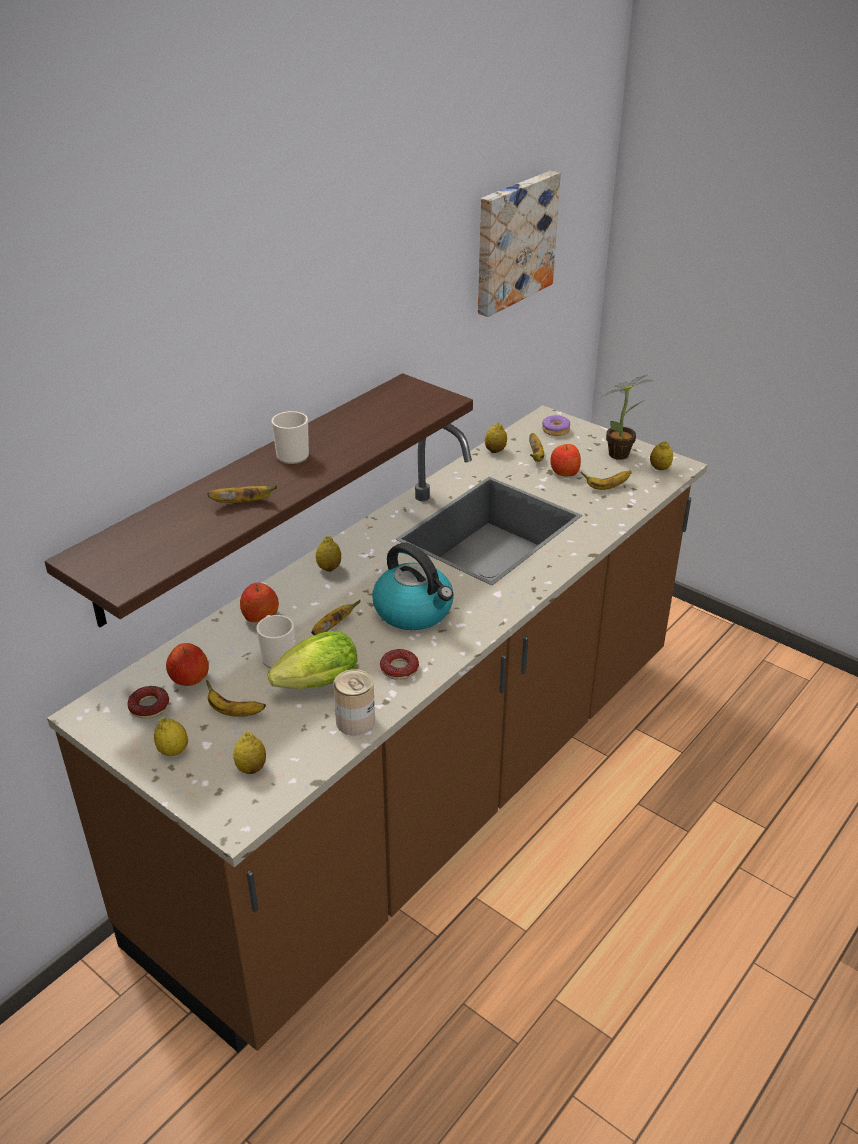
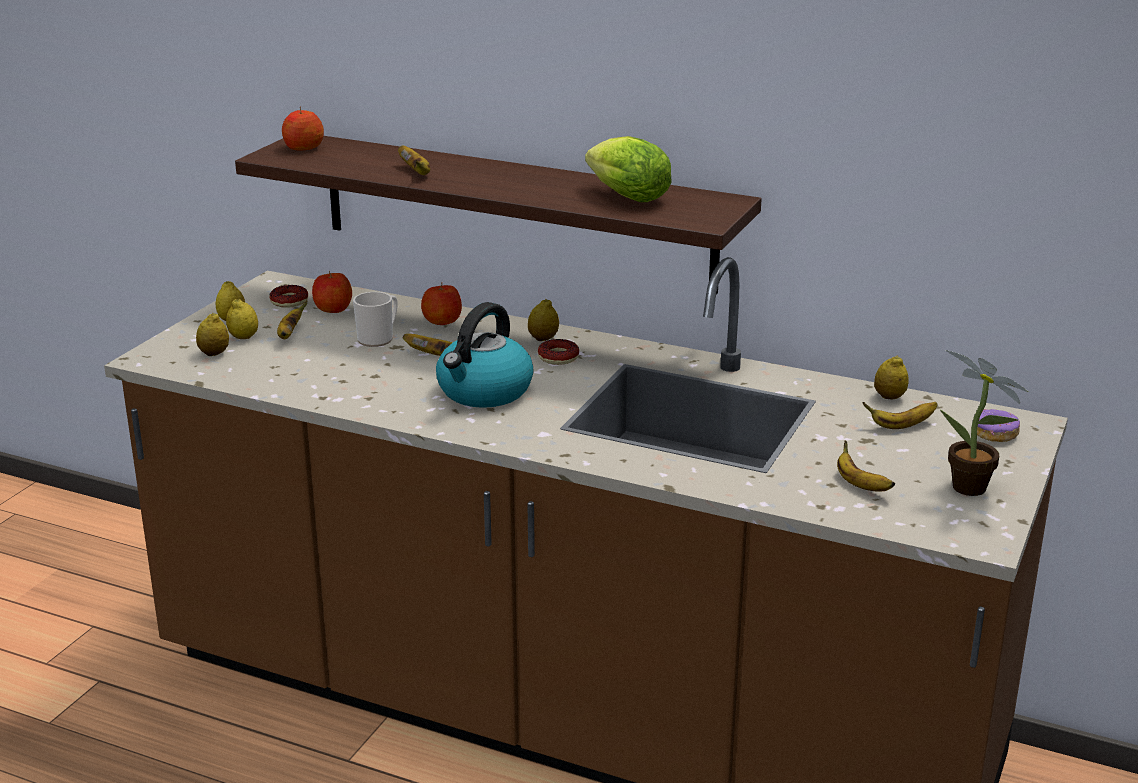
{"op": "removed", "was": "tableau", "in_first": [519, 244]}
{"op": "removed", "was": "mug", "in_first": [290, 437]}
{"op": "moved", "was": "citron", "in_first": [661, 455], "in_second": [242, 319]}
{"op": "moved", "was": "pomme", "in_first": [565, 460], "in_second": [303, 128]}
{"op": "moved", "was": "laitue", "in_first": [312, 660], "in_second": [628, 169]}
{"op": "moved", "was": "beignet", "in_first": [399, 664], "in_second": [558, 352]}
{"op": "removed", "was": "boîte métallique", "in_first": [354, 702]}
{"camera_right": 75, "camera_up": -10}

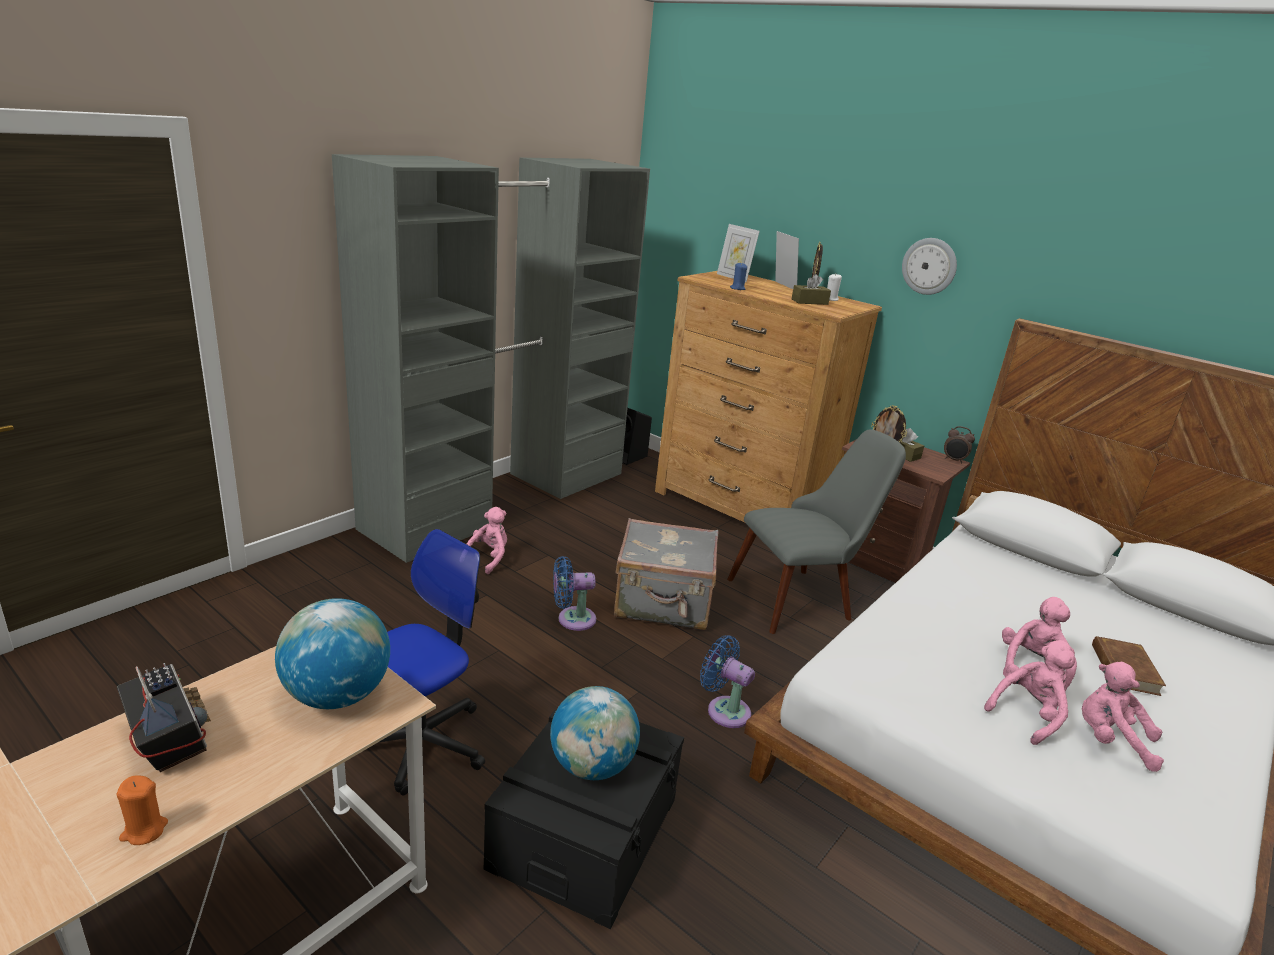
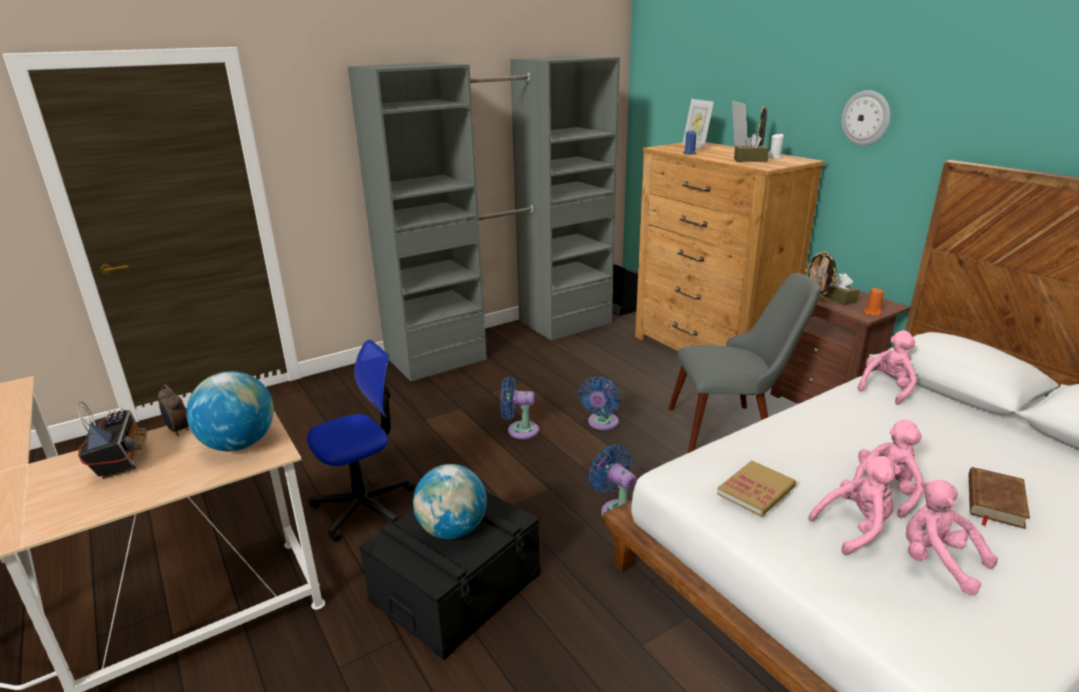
{"op": "moved", "was": "réveil", "in_first": [959, 444], "in_second": [173, 410]}
{"op": "moved", "was": "peluche/rose", "in_first": [487, 540], "in_second": [887, 367]}
{"op": "replaced", "was": "valise/gris", "now": "ventilateur/bleu", "in_first": [666, 574], "in_second": [599, 403]}
{"op": "moved", "was": "bougie/orange", "in_first": [142, 810], "in_second": [874, 302]}
{"op": "added", "now": "livre", "in_second": [756, 489]}
{"camera_right": 20, "camera_up": 0}

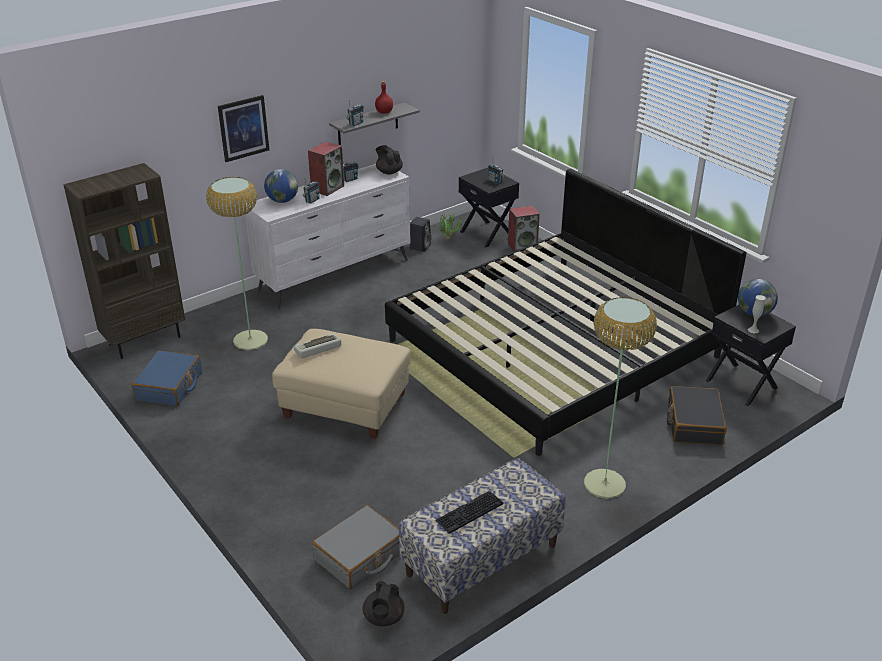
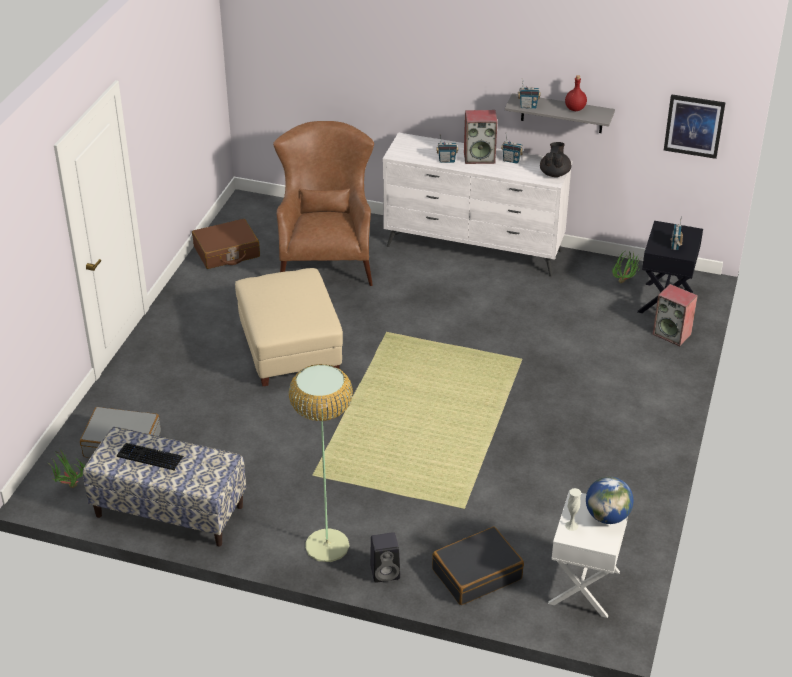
{"op": "moved", "was": "tableau", "in_first": [243, 128], "in_second": [695, 126]}
{"op": "removed", "was": "bibliothèque/marron", "in_first": [124, 261]}
{"op": "removed", "was": "globe", "in_first": [281, 186]}
{"op": "removed", "was": "lit", "in_first": [565, 312]}
{"op": "replaced", "was": "lampadaire", "now": "fauteuil/marron", "in_first": [237, 263], "in_second": [323, 203]}
{"op": "moved", "was": "enceinte/noir", "in_first": [420, 234], "in_second": [385, 557]}
{"op": "recoloured", "was": "table de chevet/noir", "now": "table de chevet/blanc", "in_first": [751, 355], "in_second": [588, 554]}
{"op": "removed", "was": "clavier", "in_first": [317, 346]}
{"op": "recoloured", "was": "valise/bleu", "now": "valise/marron", "in_first": [167, 378], "in_second": [226, 244]}
{"op": "replaced", "was": "théière/noir", "now": "plante en pot", "in_first": [383, 603], "in_second": [66, 469]}
{"camera_right": 55, "camera_up": 5}

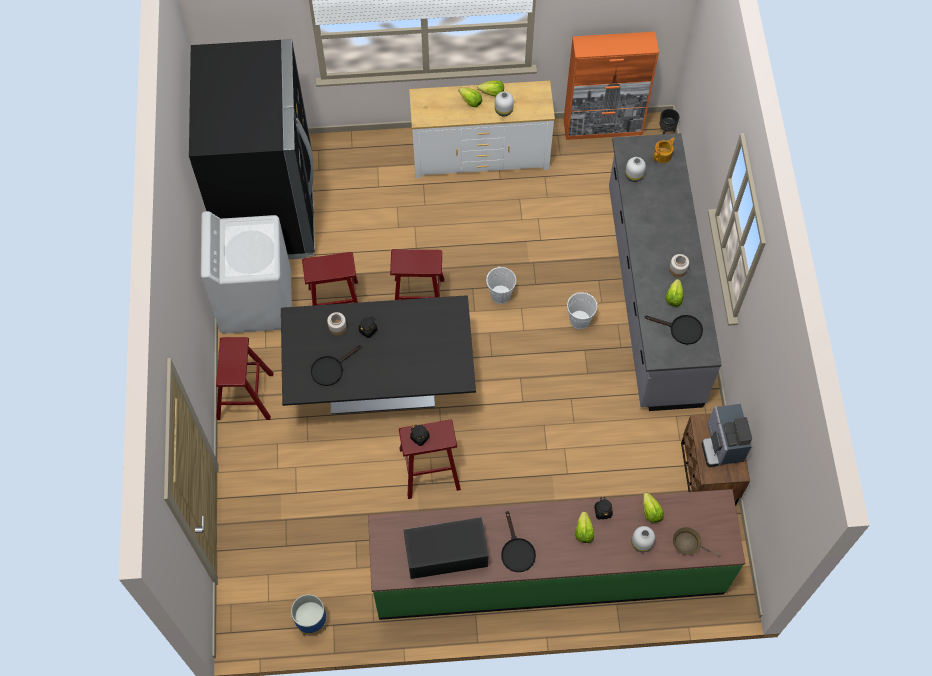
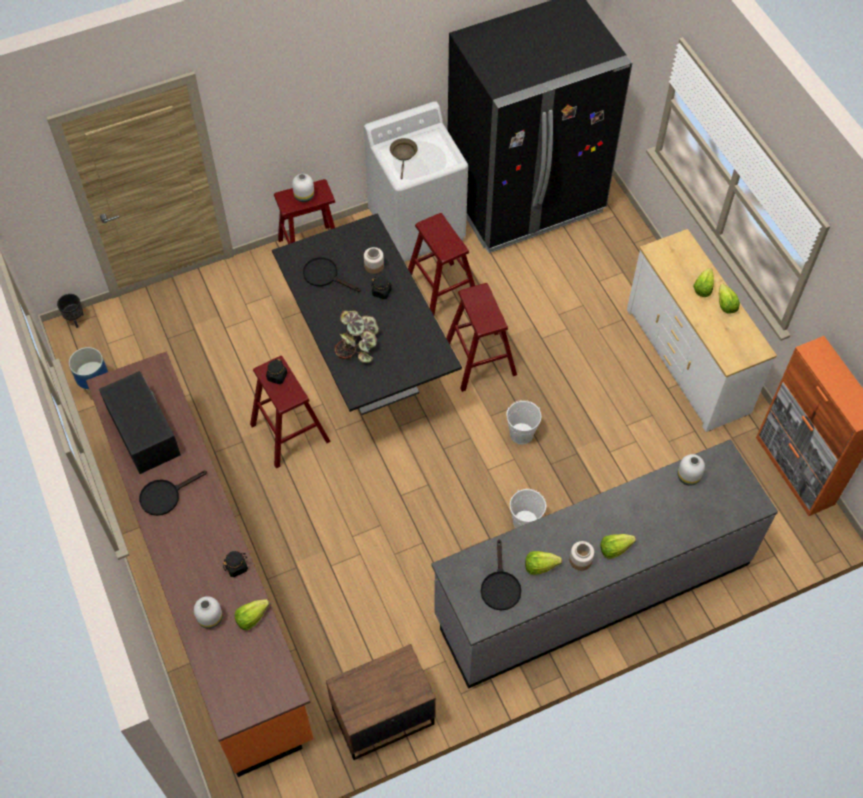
{"op": "moved", "was": "vase/blanc", "in_first": [504, 103], "in_second": [303, 188]}
{"op": "moved", "was": "cache-pot/noir", "in_first": [670, 121], "in_second": [70, 311]}
{"op": "removed", "was": "théière", "in_first": [664, 150]}
{"op": "removed", "was": "machine à café", "in_first": [727, 435]}
{"op": "recoloured", "was": "comptoir de cuisine/vert", "now": "comptoir de cuisine/orange", "in_first": [556, 554], "in_second": [200, 564]}
{"op": "moved", "was": "laitue", "in_first": [584, 527], "in_second": [618, 546]}
{"op": "moved", "was": "poêle/marron", "in_first": [697, 542], "in_second": [404, 158]}
{"op": "added", "now": "plante en pot", "in_second": [357, 336]}
{"camera_right": 70, "camera_up": -5}

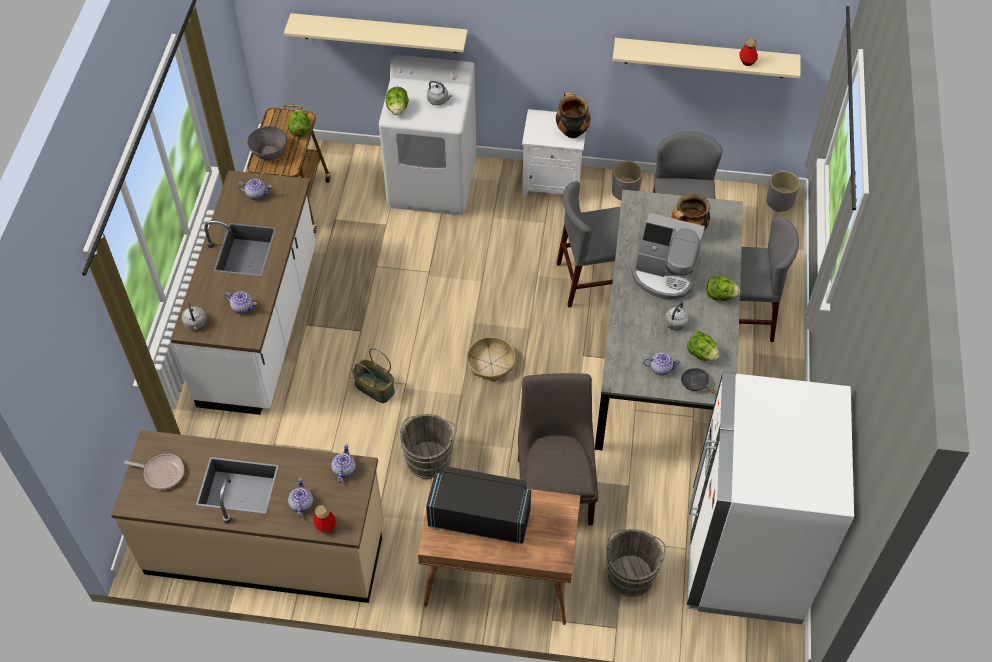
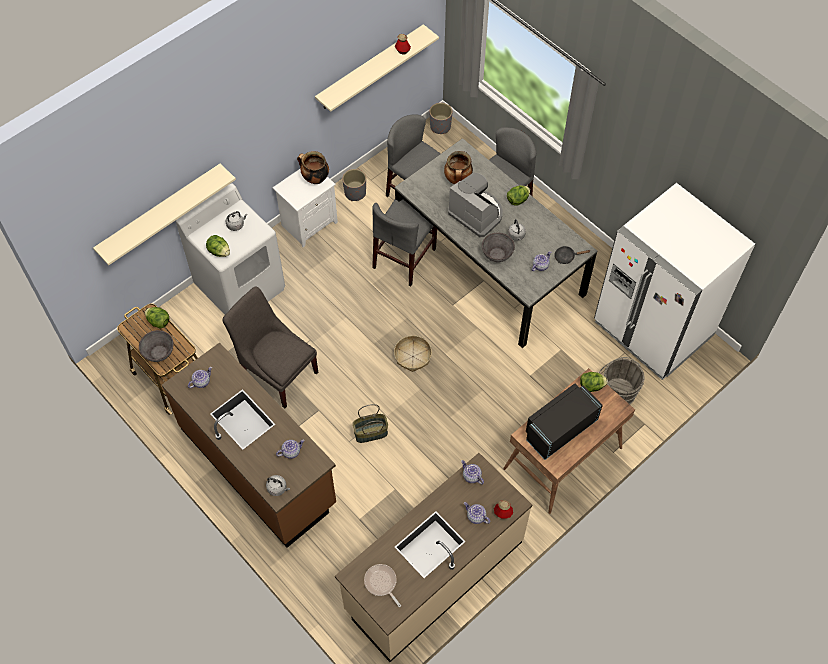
{"op": "recoloured", "was": "comptoir de cuisine/blanc", "now": "comptoir de cuisine/marron", "in_first": [243, 292], "in_second": [249, 445]}
{"op": "turned", "was": "machine à café", "in_first": [668, 256], "in_second": [475, 205], "clockwise": -105}
{"op": "moved", "was": "laitue", "in_first": [703, 346], "in_second": [594, 382]}
{"op": "moved", "was": "chaise/gris", "in_first": [558, 449], "in_second": [270, 347]}
{"op": "removed", "was": "seau/gris", "in_first": [428, 446]}
{"op": "turned", "was": "poêle", "in_first": [154, 471], "in_second": [382, 585], "clockwise": -90}
{"op": "added", "now": "bol/gris", "in_second": [498, 247]}
{"camera_right": -50, "camera_up": 5}

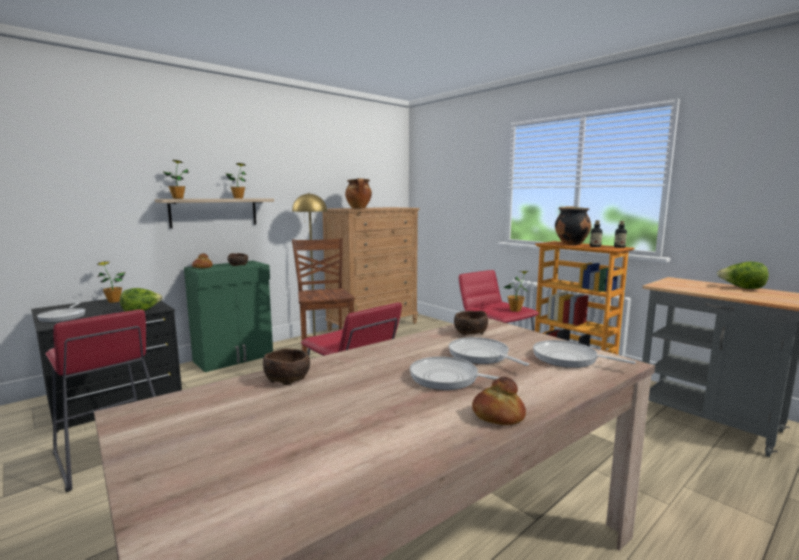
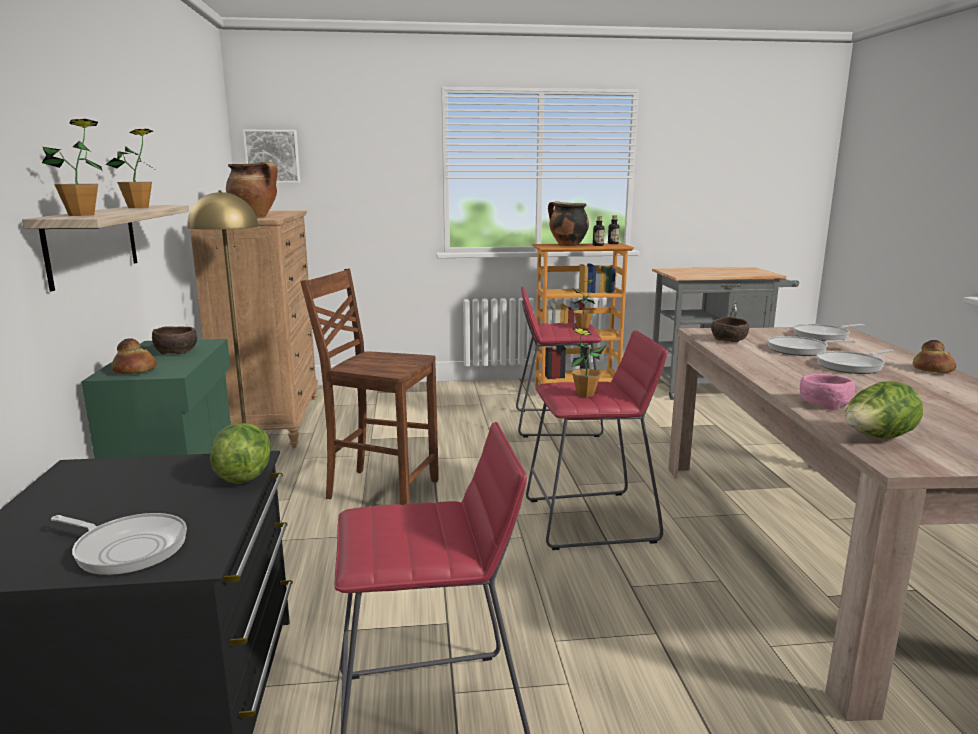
{"op": "moved", "was": "plante en pot", "in_first": [111, 282], "in_second": [589, 362]}
{"op": "moved", "was": "laitue", "in_first": [743, 275], "in_second": [884, 410]}
{"op": "recoloured", "was": "bol/marron", "now": "bol/rose", "in_first": [286, 366], "in_second": [827, 392]}
{"op": "added", "now": "tableau", "in_second": [271, 156]}
{"camera_right": -55, "camera_up": 5}

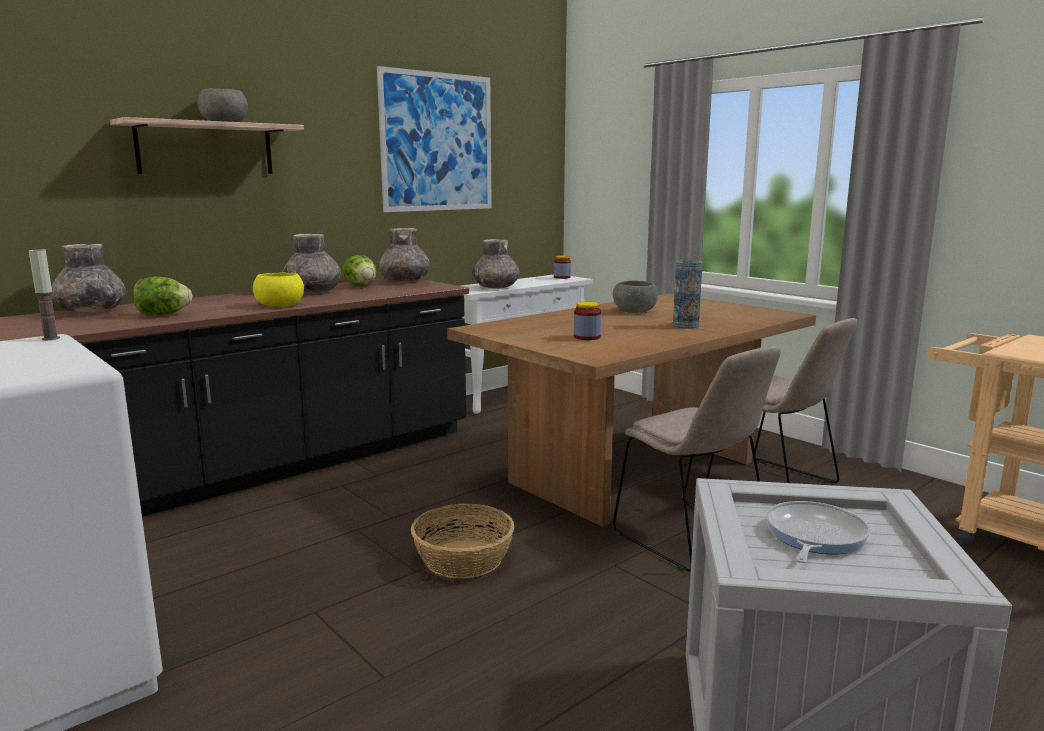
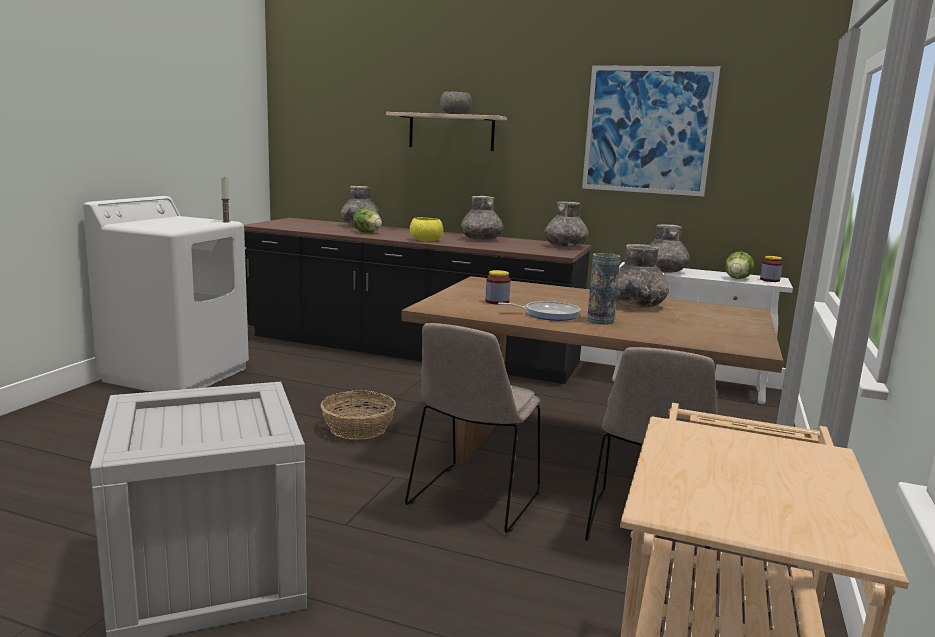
{"op": "moved", "was": "laitue", "in_first": [359, 270], "in_second": [739, 265]}
{"op": "replaced", "was": "bol/gris", "now": "vase/gris", "in_first": [635, 297], "in_second": [642, 276]}
{"op": "moved", "was": "poêle", "in_first": [818, 532], "in_second": [539, 311]}
{"camera_right": 60, "camera_up": 0}

